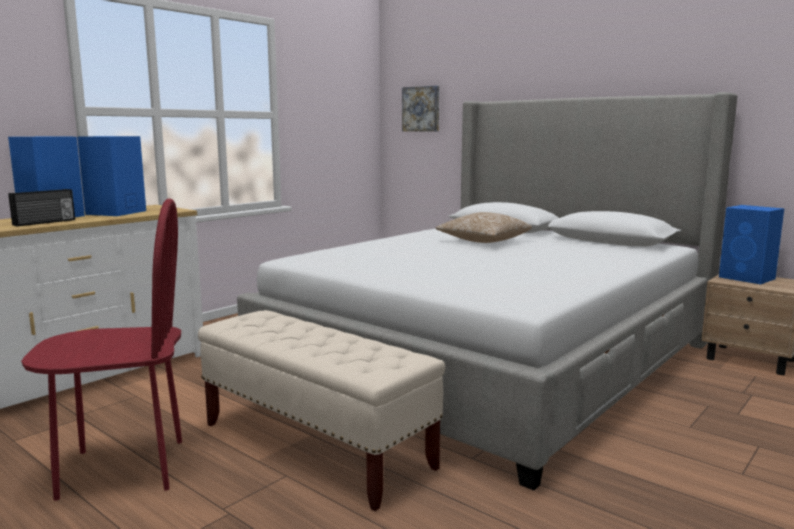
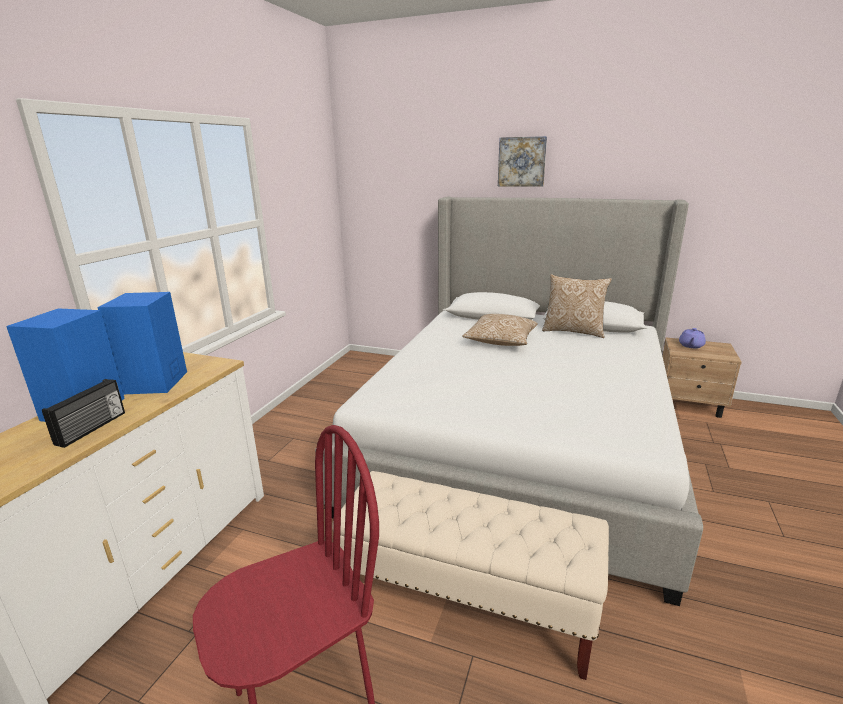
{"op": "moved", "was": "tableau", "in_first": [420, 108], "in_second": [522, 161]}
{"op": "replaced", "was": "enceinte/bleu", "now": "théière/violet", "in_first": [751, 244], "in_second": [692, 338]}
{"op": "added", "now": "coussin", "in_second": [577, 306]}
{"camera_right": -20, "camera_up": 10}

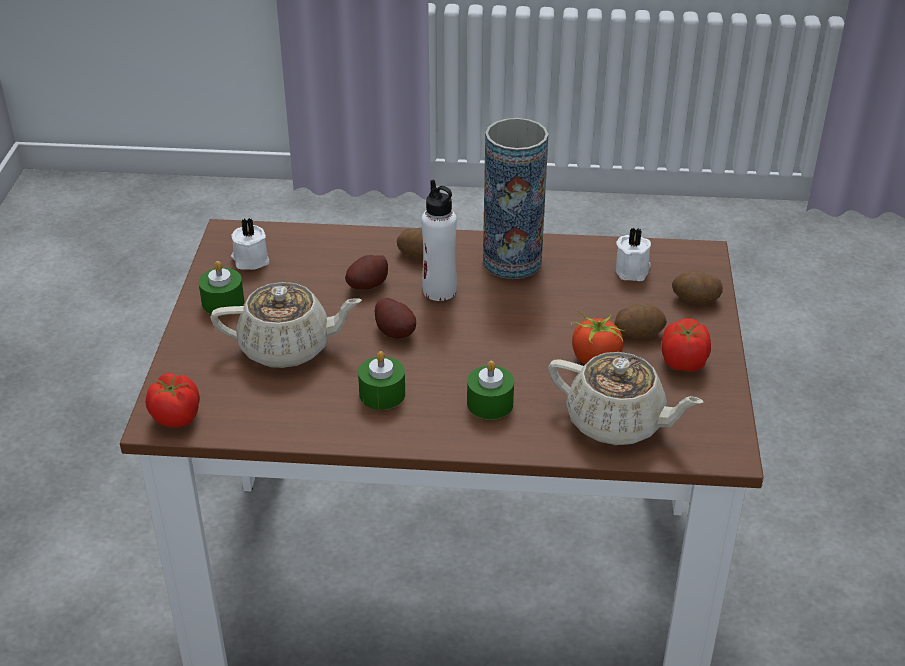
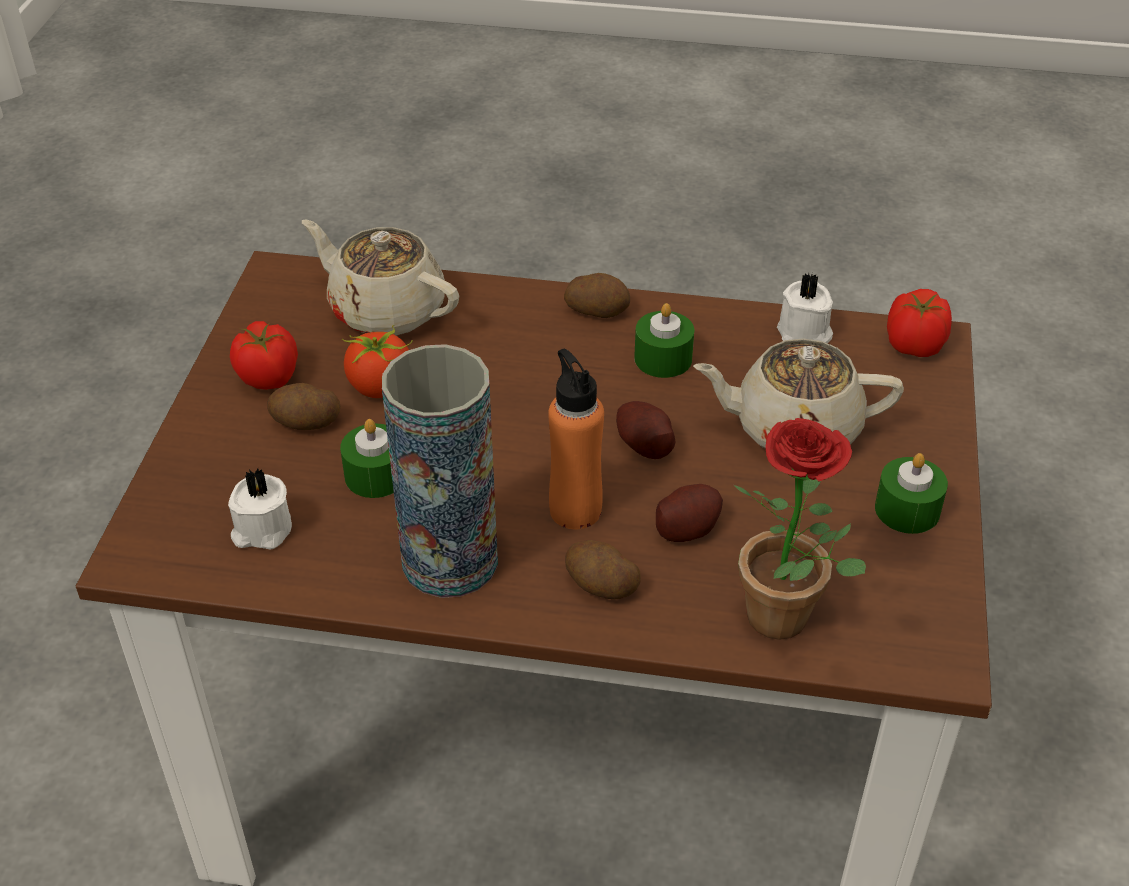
{"op": "recoloured", "was": "bouteille/blanc", "now": "bouteille/orange", "in_first": [439, 240], "in_second": [576, 439]}
{"op": "moved", "was": "bougie/blanc", "in_first": [250, 244], "in_second": [805, 308]}
{"op": "moved", "was": "pomme de terre", "in_first": [697, 287], "in_second": [597, 295]}
{"op": "moved", "was": "bougie/vert", "in_first": [490, 390], "in_second": [367, 458]}
{"op": "added", "now": "plante en pot", "in_second": [799, 529]}
{"camera_right": -175, "camera_up": 5}

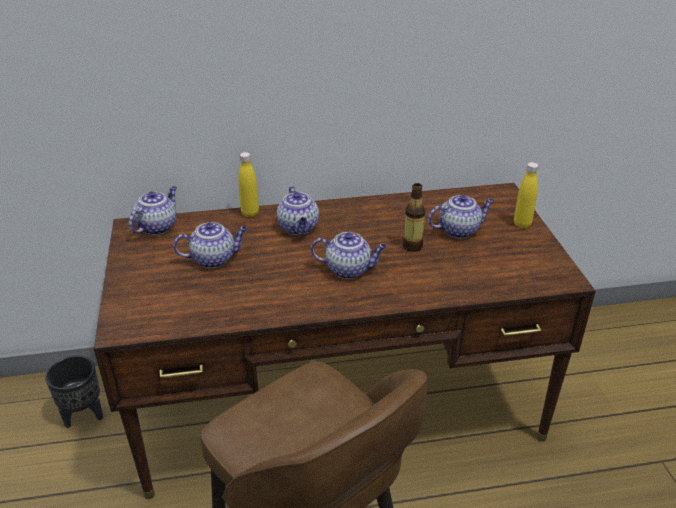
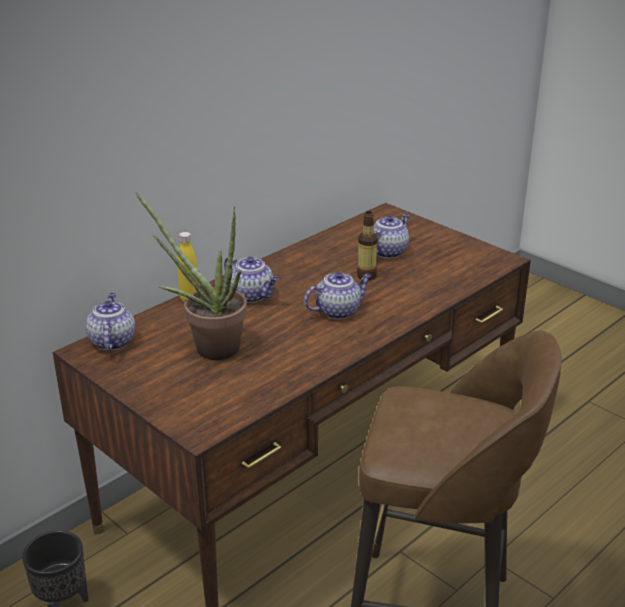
{"op": "removed", "was": "bouteille/jaune", "in_first": [526, 195]}
{"op": "replaced", "was": "théière", "now": "plante en pot", "in_first": [210, 245], "in_second": [191, 276]}
{"camera_right": -35, "camera_up": -5}

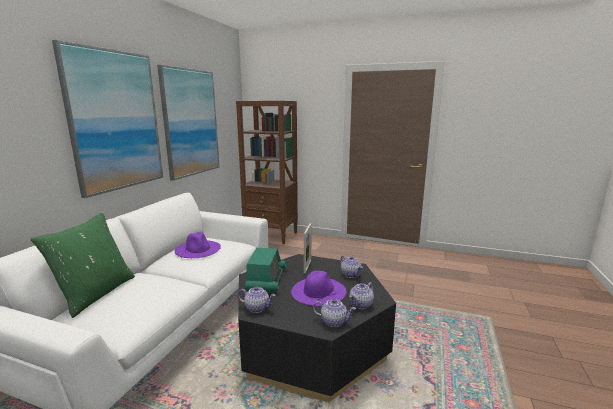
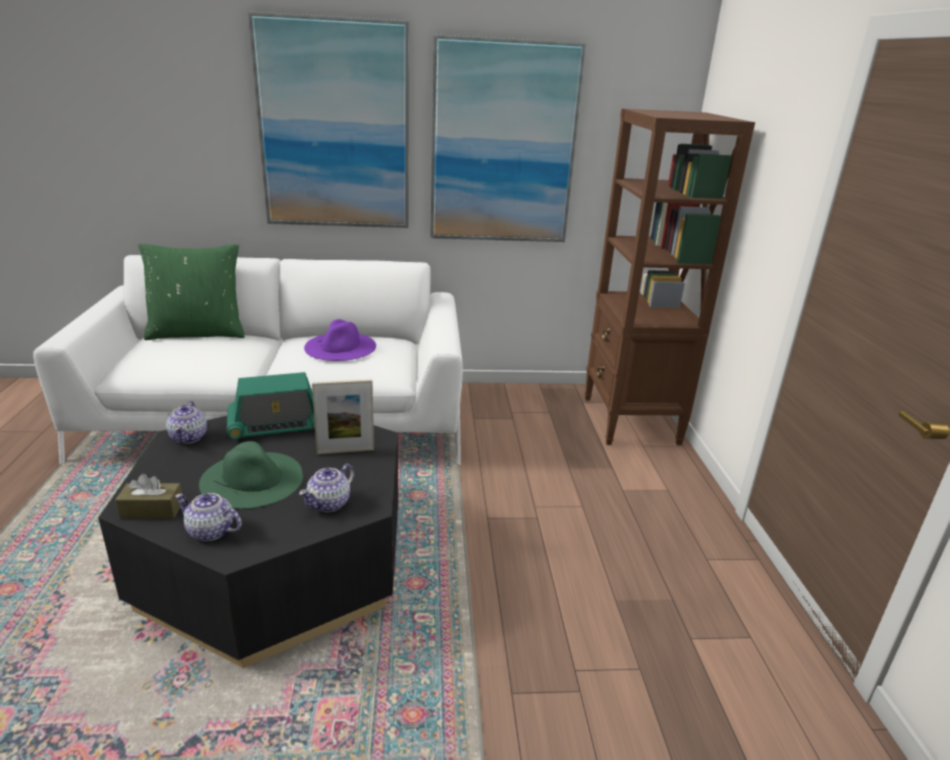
{"op": "recoloured", "was": "chapeau/violet", "now": "chapeau/vert", "in_first": [318, 288], "in_second": [251, 475]}
{"op": "replaced", "was": "théière", "now": "boîte à mouchoirs/marron", "in_first": [334, 313], "in_second": [148, 496]}
{"camera_right": 65, "camera_up": 10}

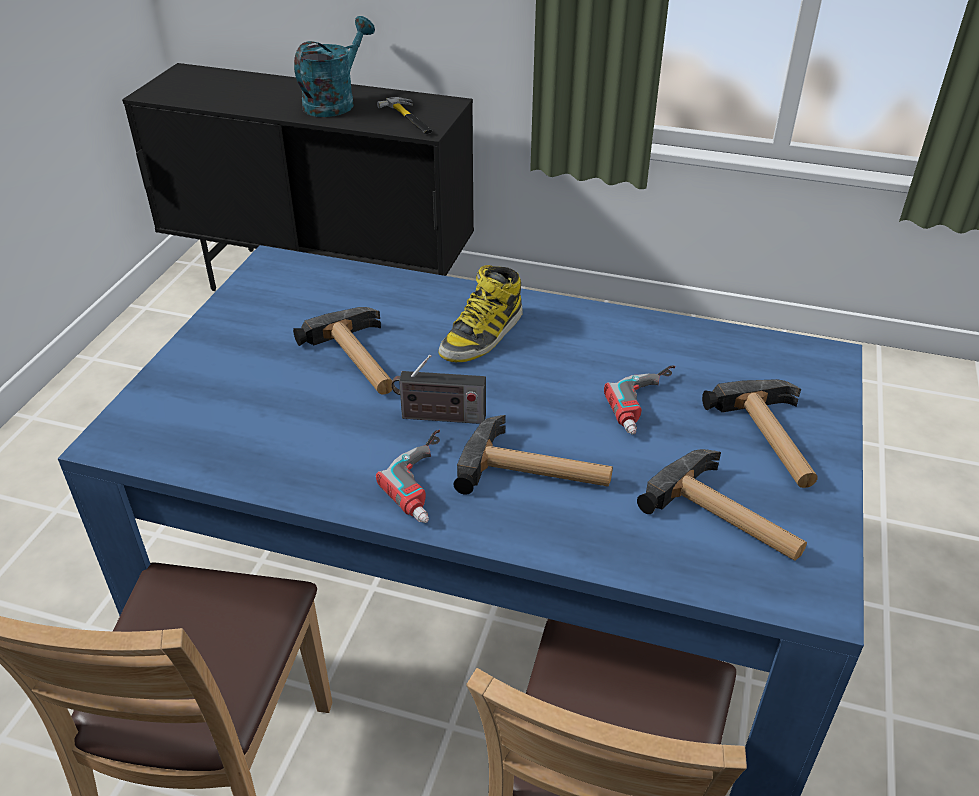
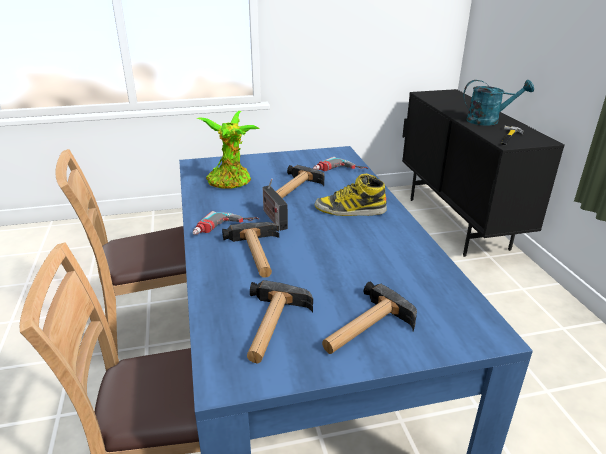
{"op": "moved", "was": "perceuse", "in_first": [639, 400], "in_second": [340, 164]}
{"op": "added", "now": "plante en pot", "in_second": [228, 150]}
{"camera_right": 60, "camera_up": -10}

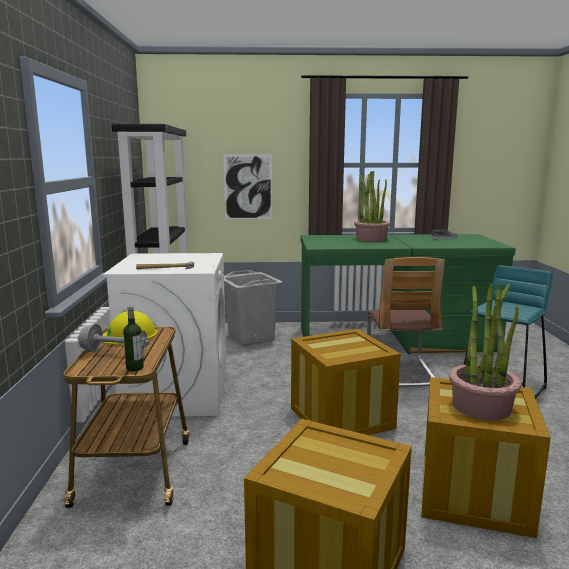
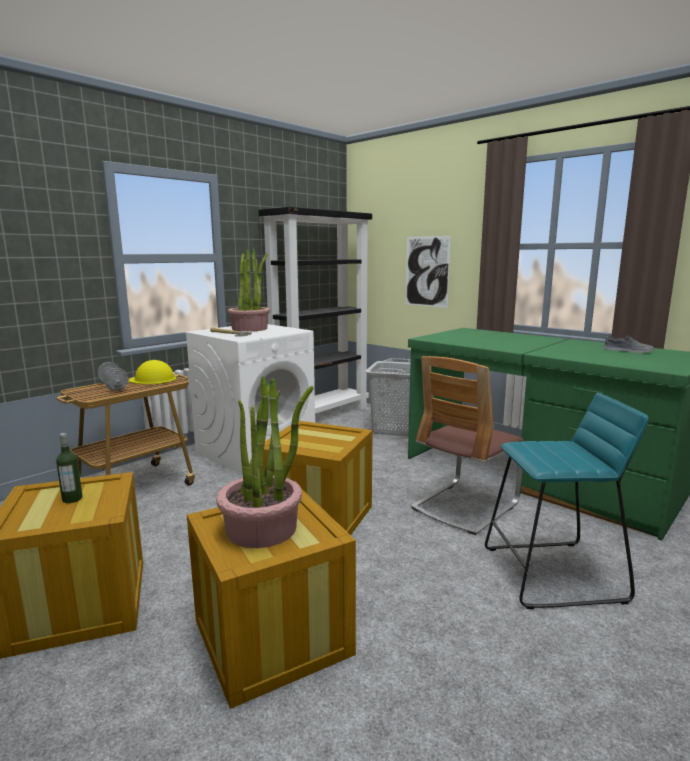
{"op": "moved", "was": "plante en pot", "in_first": [372, 206], "in_second": [248, 290]}
{"op": "moved", "was": "bouteille", "in_first": [133, 338], "in_second": [69, 468]}
{"camera_right": 45, "camera_up": 0}

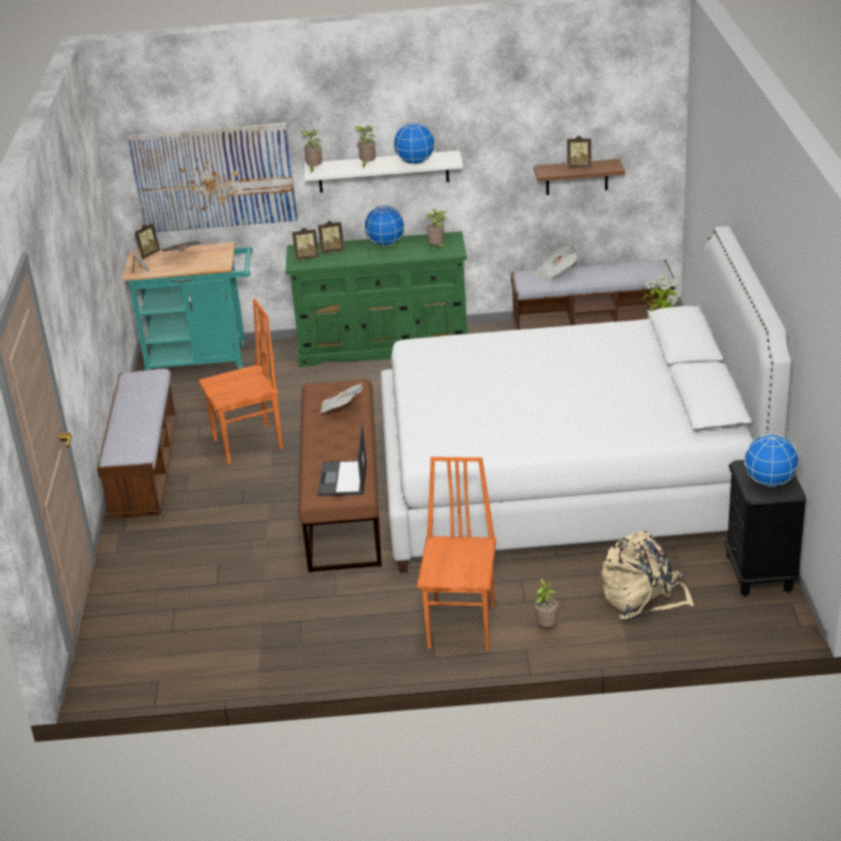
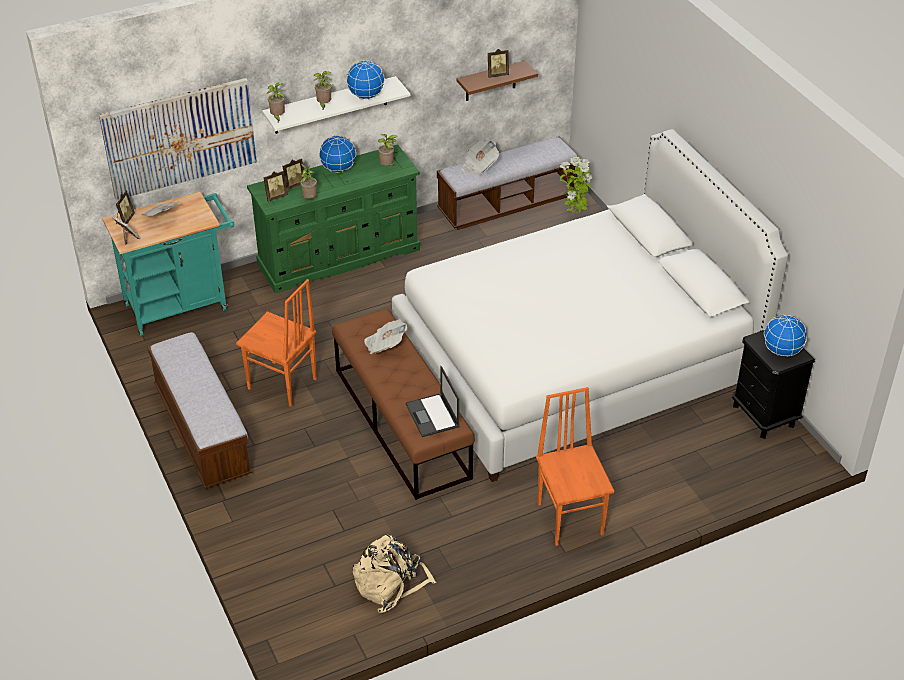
{"op": "turned", "was": "chaise/orange", "in_first": [241, 381], "in_second": [276, 343], "clockwise": 75}
{"op": "moved", "was": "sac à dos/beige", "in_first": [647, 575], "in_second": [394, 574]}
{"op": "moved", "was": "plante en pot", "in_first": [546, 602], "in_second": [308, 181]}
{"camera_right": -25, "camera_up": 10}

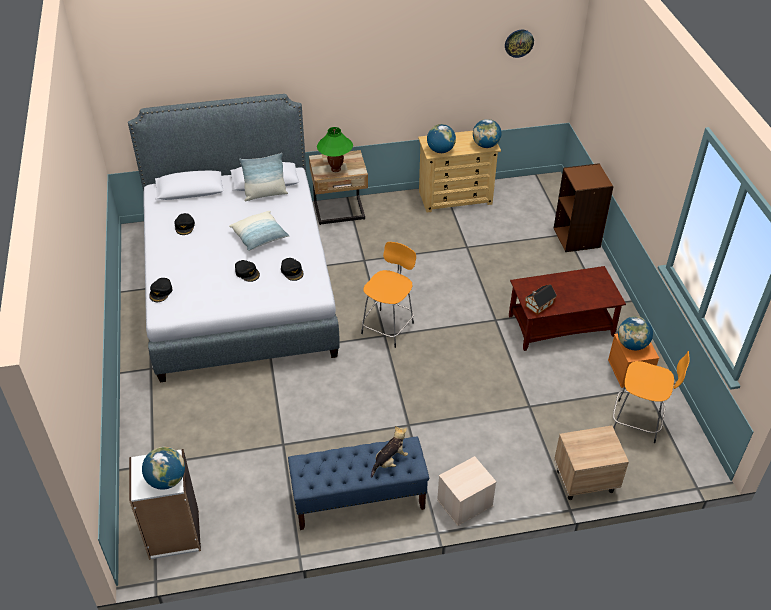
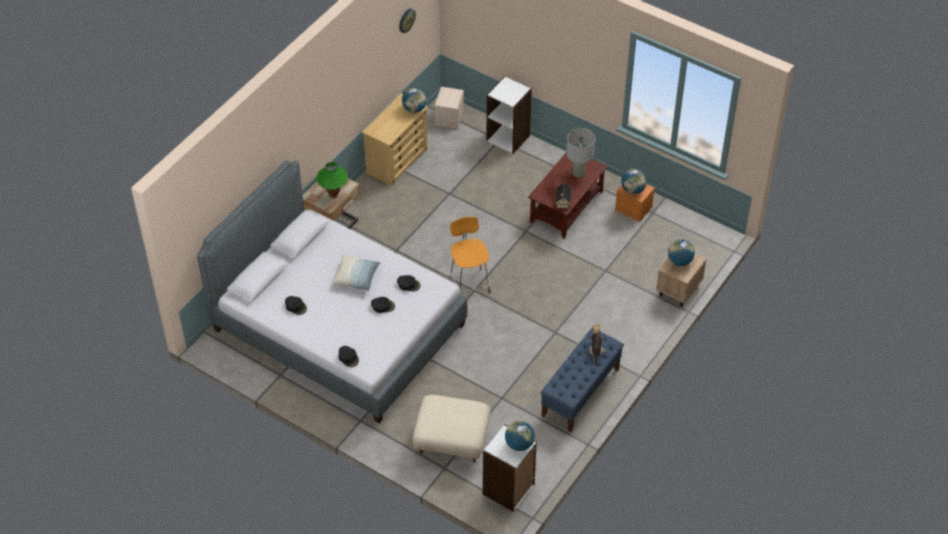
{"op": "moved", "was": "globe", "in_first": [441, 138], "in_second": [681, 252]}
{"op": "removed", "was": "coussin", "in_first": [263, 177]}
{"op": "recoloured", "was": "bibliothèque/marron", "now": "bibliothèque/blanc", "in_first": [583, 207], "in_second": [509, 115]}
{"op": "removed", "was": "tabouret/orange", "in_first": [651, 397]}
{"op": "moved", "was": "boîte de rangement/beige", "in_first": [467, 491], "in_second": [449, 108]}
{"op": "added", "now": "lampe de table/gris", "in_second": [580, 153]}
{"op": "added", "now": "pouf/beige", "in_second": [451, 429]}
{"camera_right": -45, "camera_up": 5}

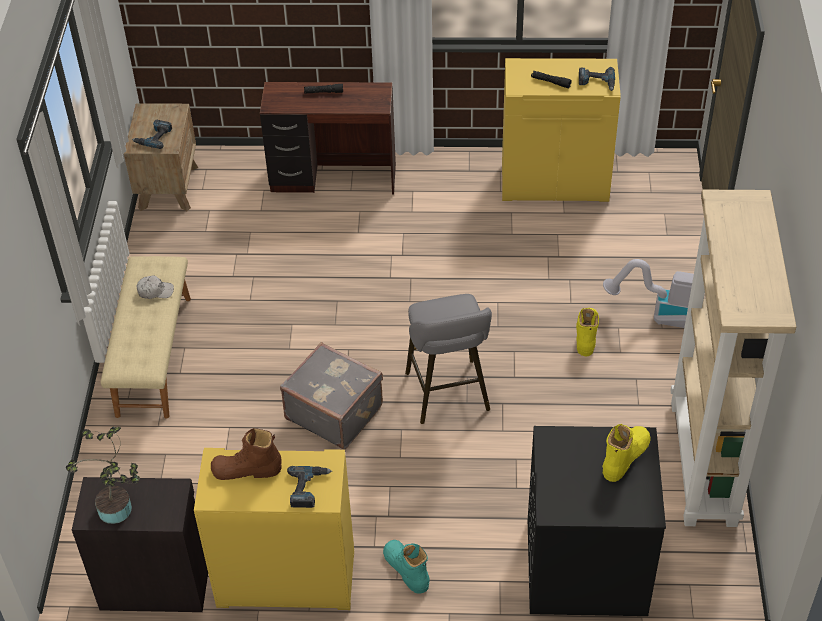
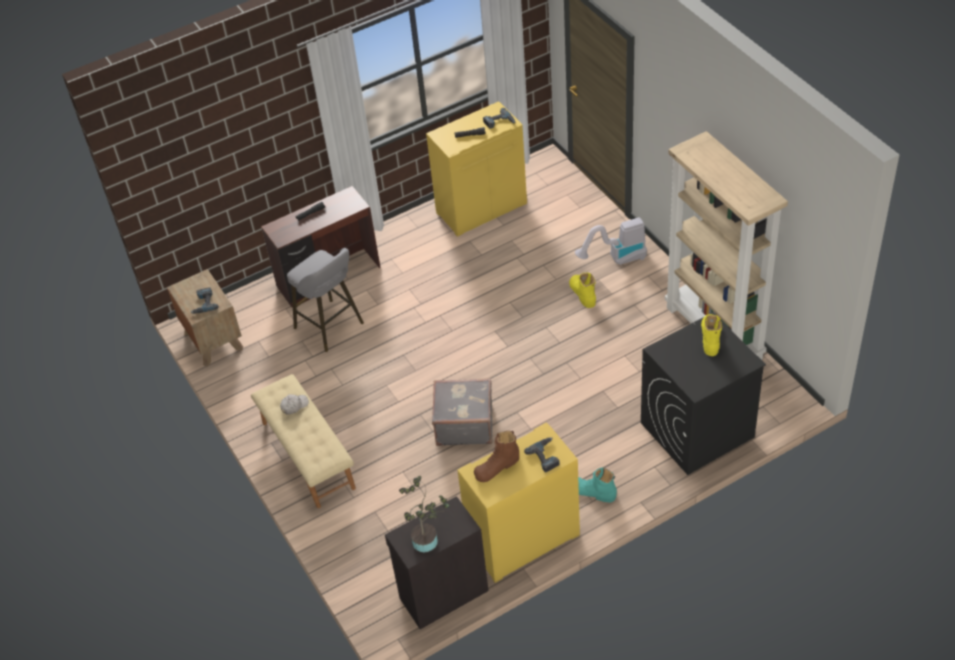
{"op": "moved", "was": "tabouret/gris", "in_first": [448, 359], "in_second": [325, 300]}
{"camera_right": -30, "camera_up": 0}

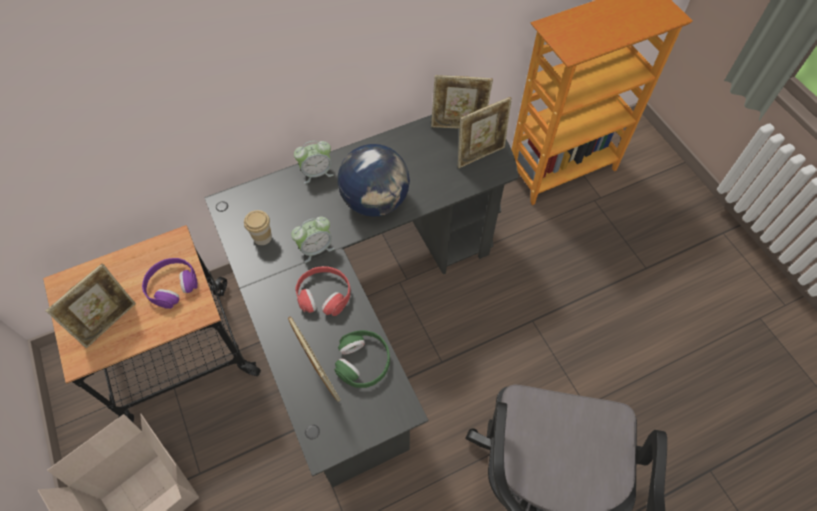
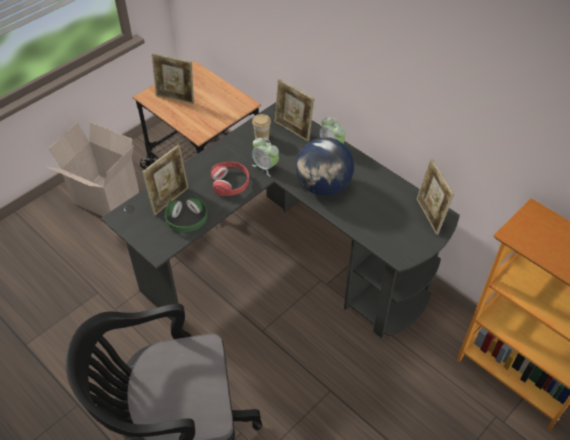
{"op": "moved", "was": "cadre photo", "in_first": [485, 132], "in_second": [294, 110]}
{"op": "removed", "was": "casque audio/violet", "in_first": [170, 283]}
{"camera_right": 70, "camera_up": -10}

